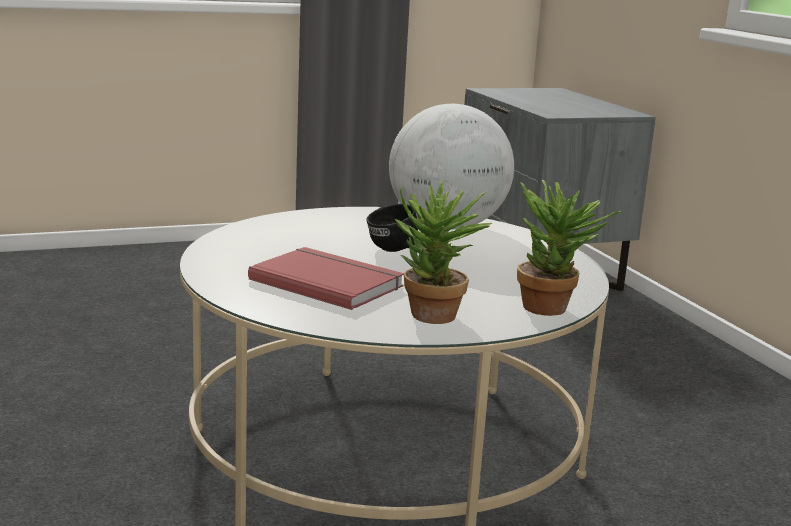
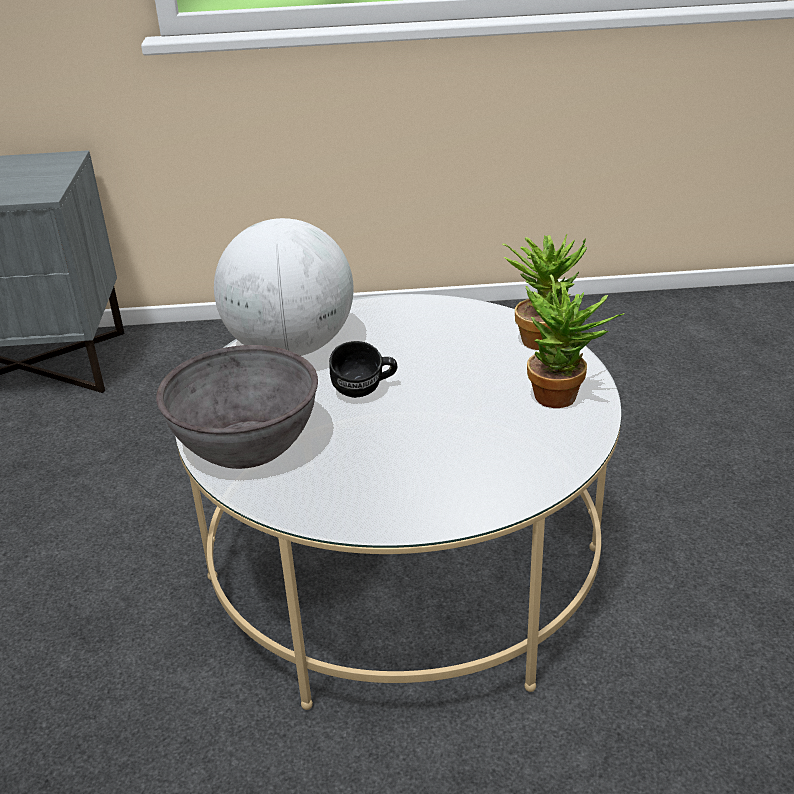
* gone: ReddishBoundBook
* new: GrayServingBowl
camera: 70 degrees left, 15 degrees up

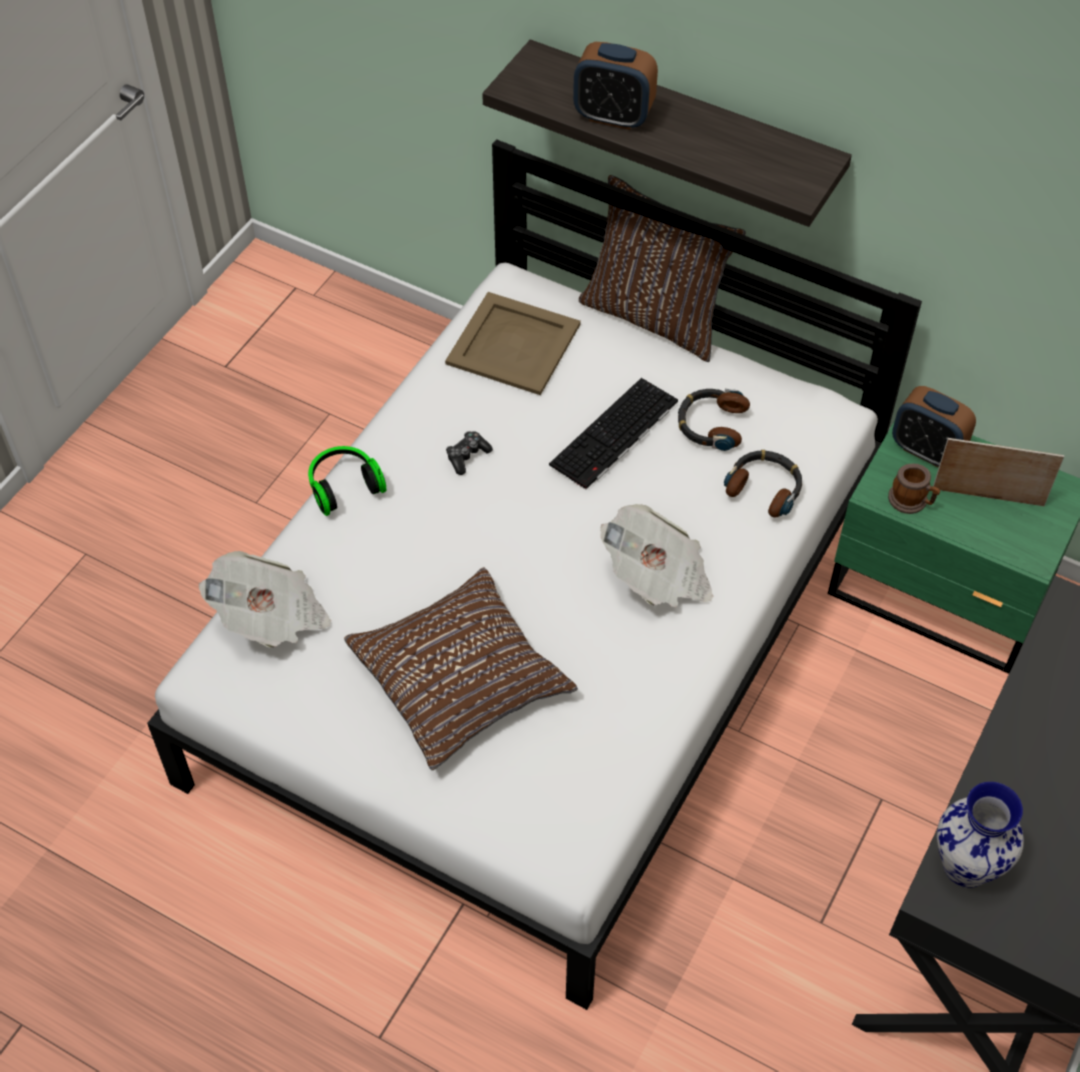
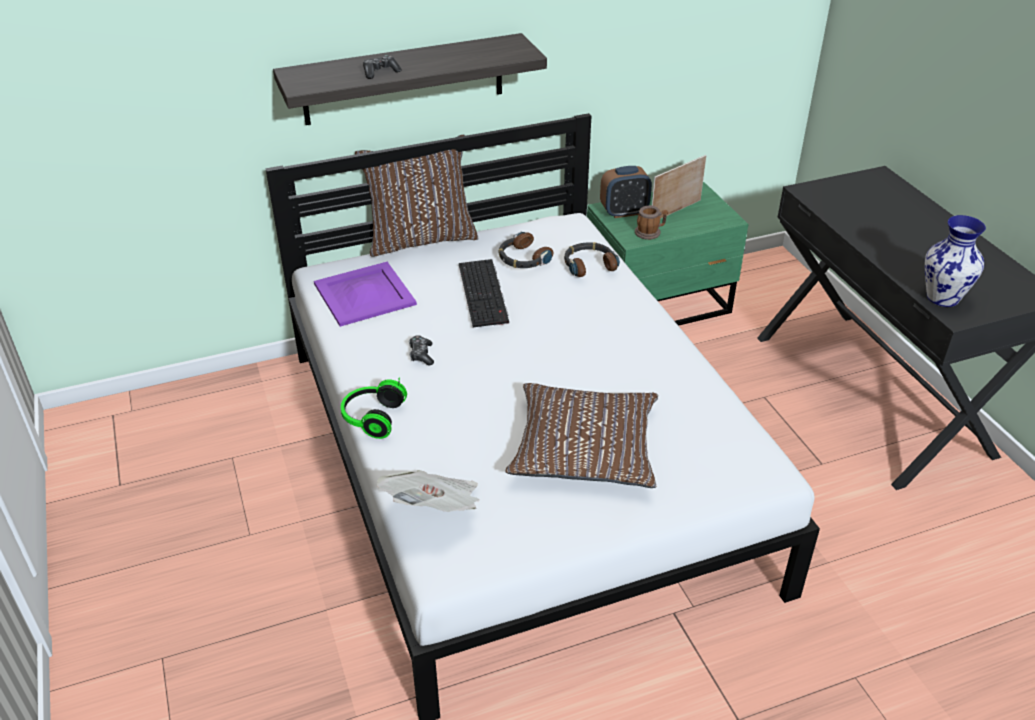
* swapped: BedsideClock (no. 1 from left) to Gamepad (no. 1 from left)
* repainted: BeigeServingTray to PurpleServingTray
* gone: Newspaper (no. 2 from left)
camera: 50 degrees left, 15 degrees down

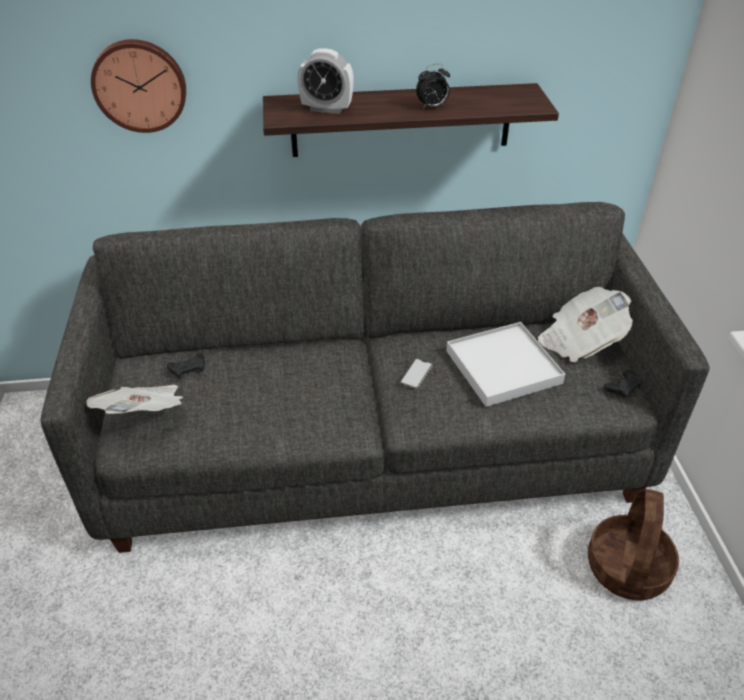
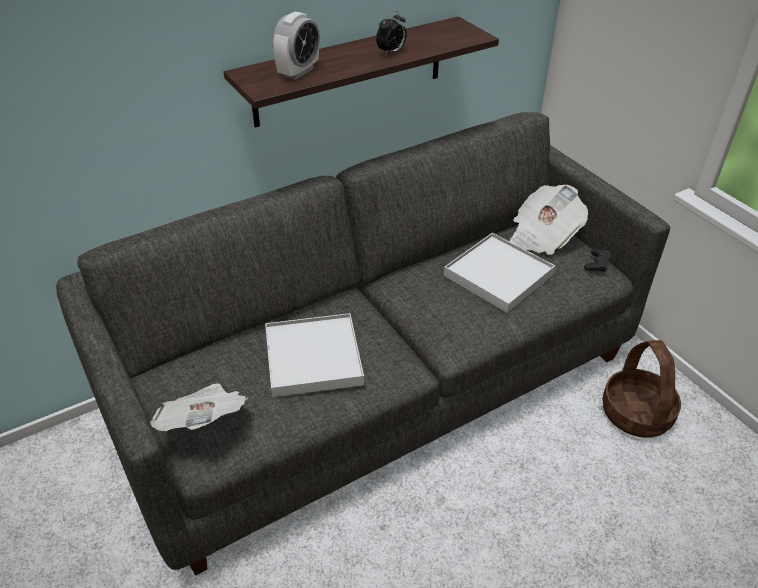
* gone: WallClock
* rotated: BedsideClock (no. 1 from left) 45 degrees counterclockwise
* gone: BlackColouredGamepad (no. 1 from left)
* gone: Handset
* new: WhitishServingTray (no. 1 from left)
camera: 25 degrees left, 0 degrees up

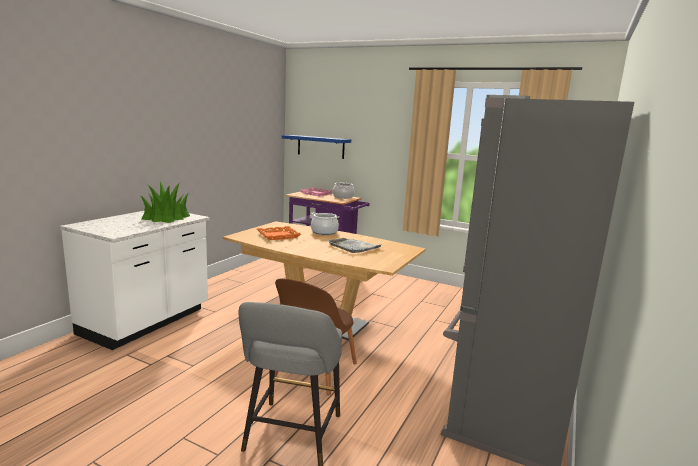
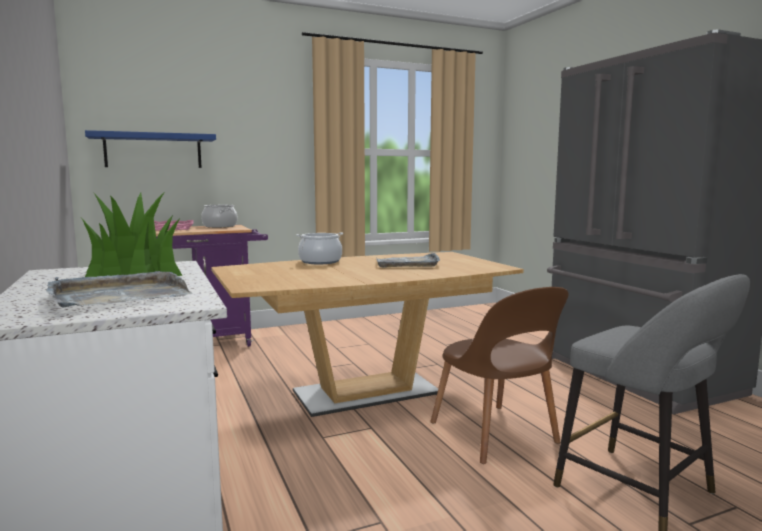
* gone: OrangeServingTray
* new: GrayServingTray (no. 1 from left)
camera: 50 degrees left, 5 degrees down

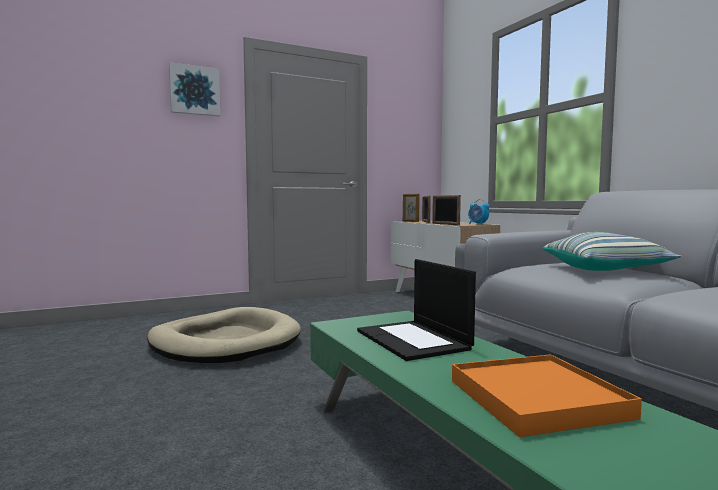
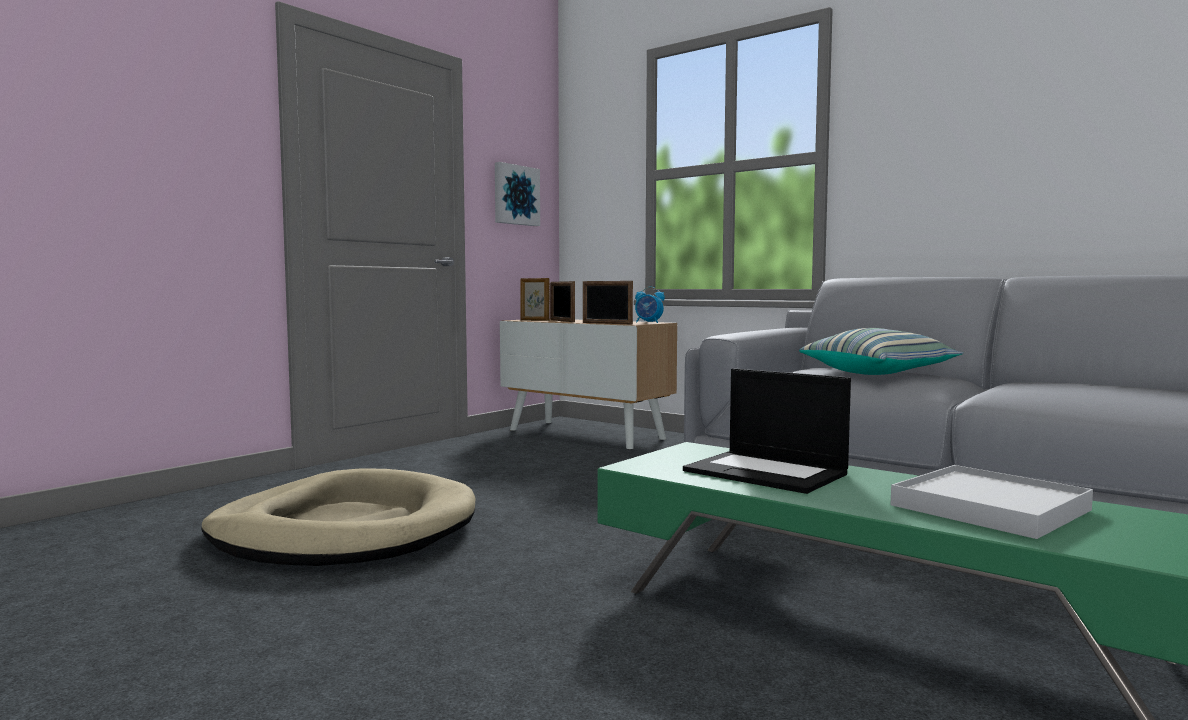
* shifted: WallArt
* repainted: OrangeServingTray to WhitishServingTray
camera: 25 degrees left, 0 degrees up

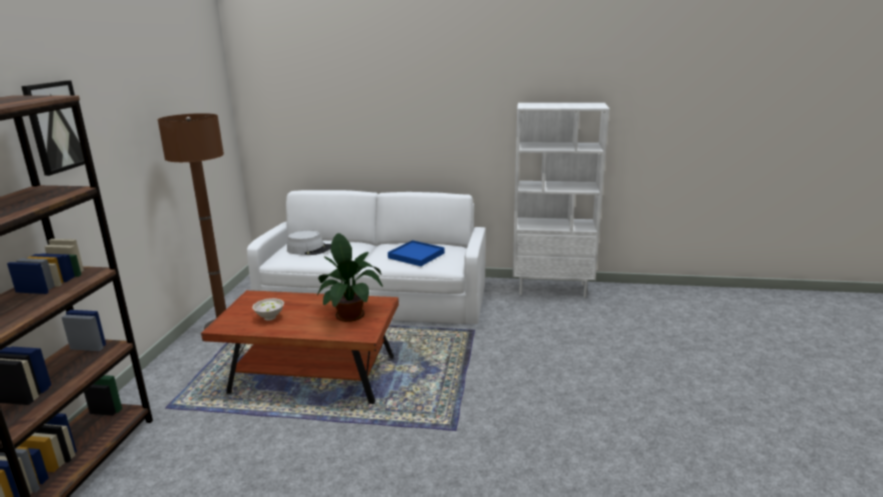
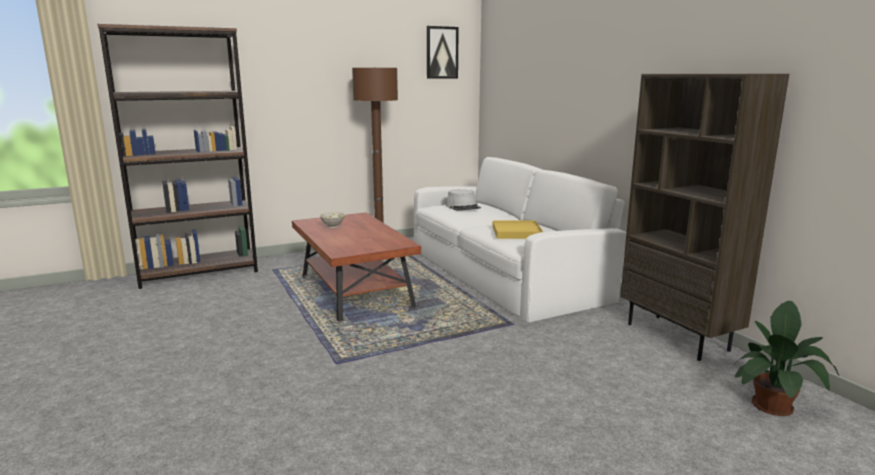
* shifted: WallArt
* repainted: WhitishBookshelf to BrownColouredBookshelf (no. 2 from left)
* shifted: Houseplant
* repainted: BlueServingTray to YellowServingTray
camera: 55 degrees right, 5 degrees down

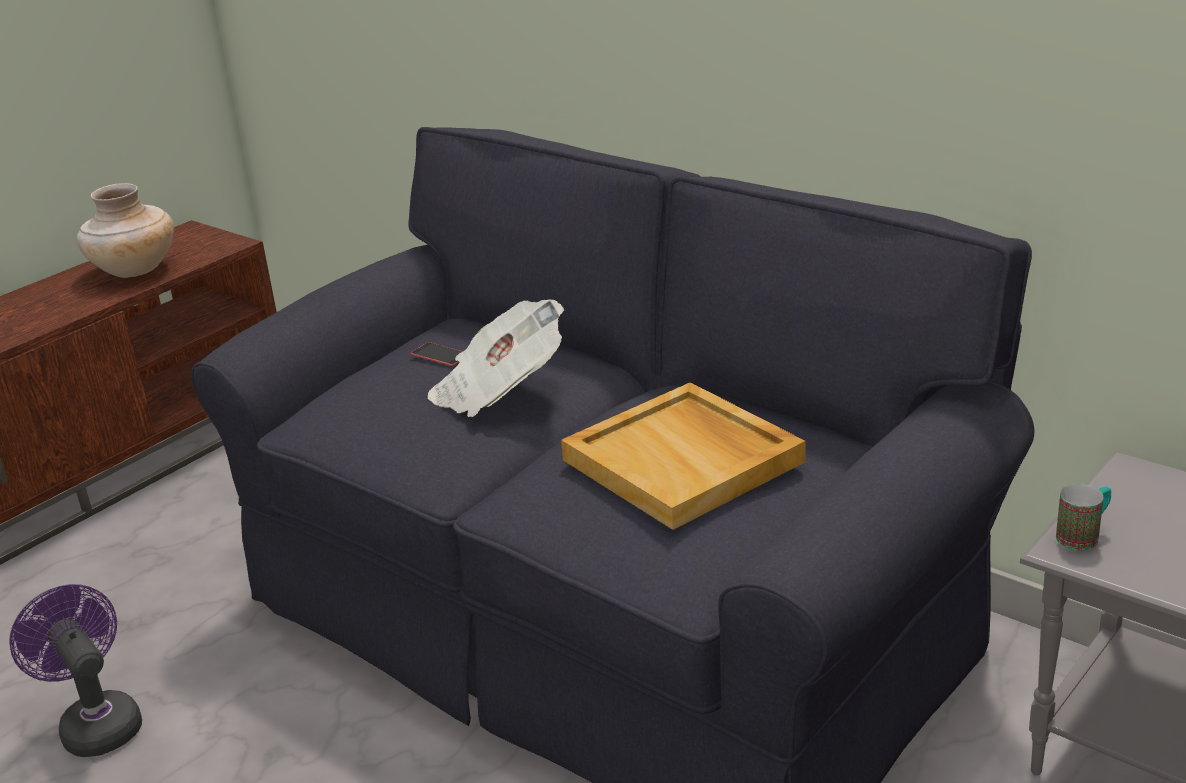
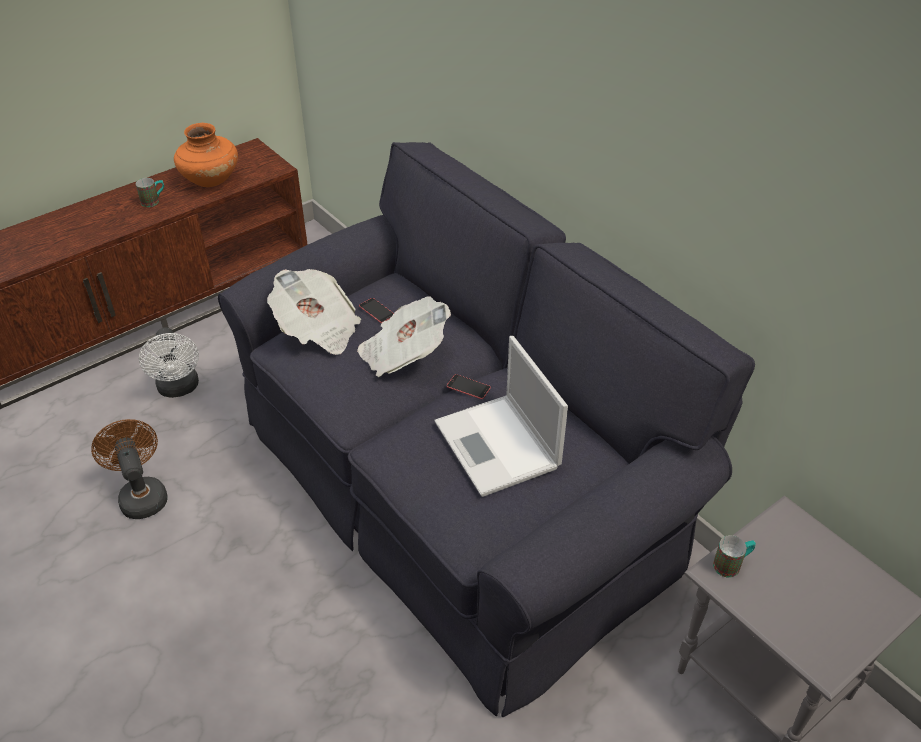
* repainted: BeigeDecorativeVase to OrangeDecorativeVase
* swapped: BeigeServingTray to NotebookComputer
* repainted: PurpleFan to BrownColouredFan
* new: TeaMug (no. 1 from left)
* new: Newspaper (no. 1 from left)
* new: WhitishFan
* new: Handset (no. 2 from left)
camera: 10 degrees right, 15 degrees up

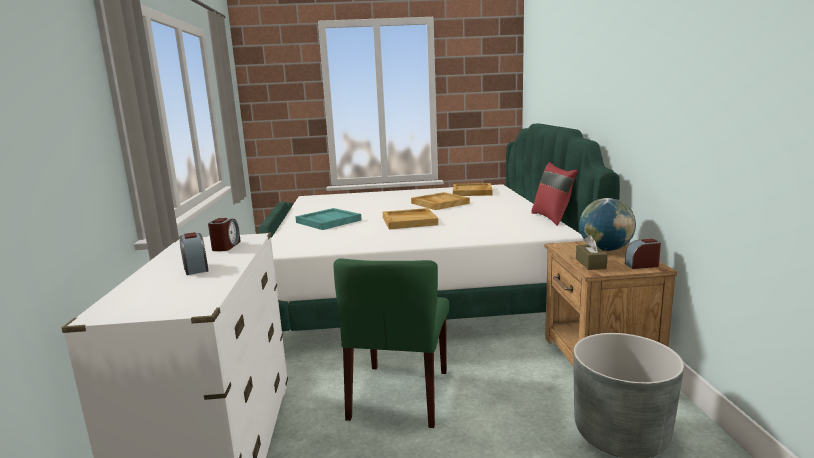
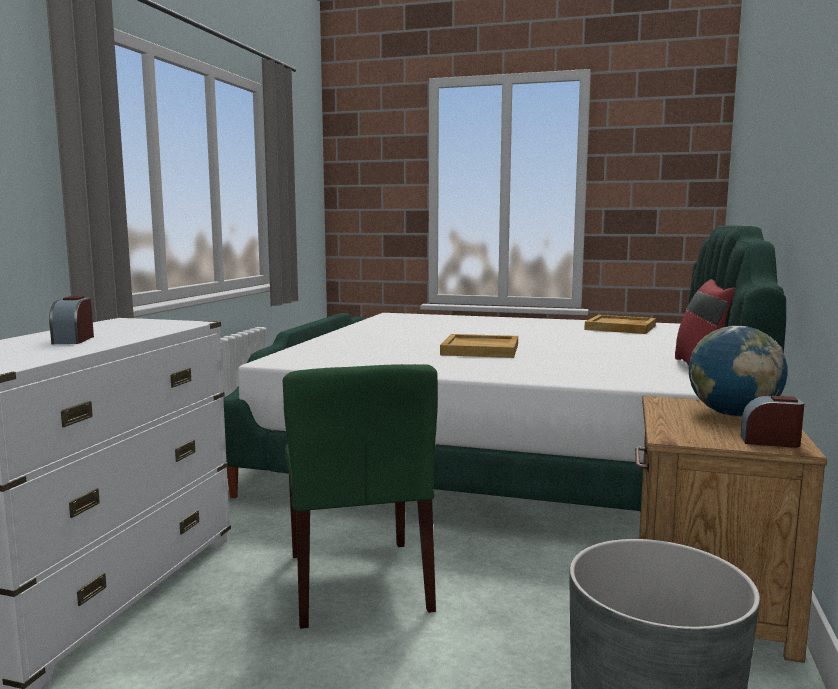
* gone: BeigeServingTray (no. 2 from left)
* gone: BlueGreenServingTray
* gone: BedsideClock (no. 2 from left)
* gone: BrownColouredBoxOfTissues
* rotated: GreenColouredUprightChair 45 degrees counterclockwise
camera: 20 degrees right, 5 degrees down

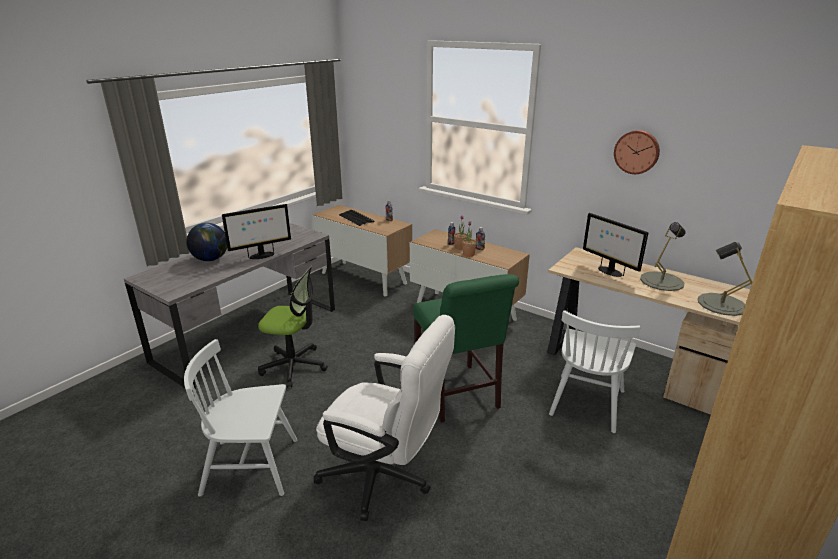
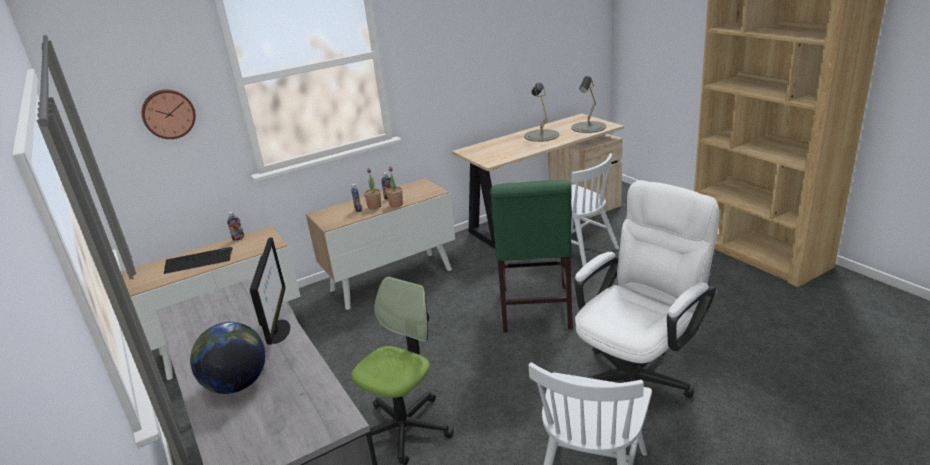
* shifted: WallClock
* gone: Monitor (no. 2 from left)
* rotated: GreenColouredUprightChair 90 degrees clockwise
camera: 65 degrees left, 0 degrees up

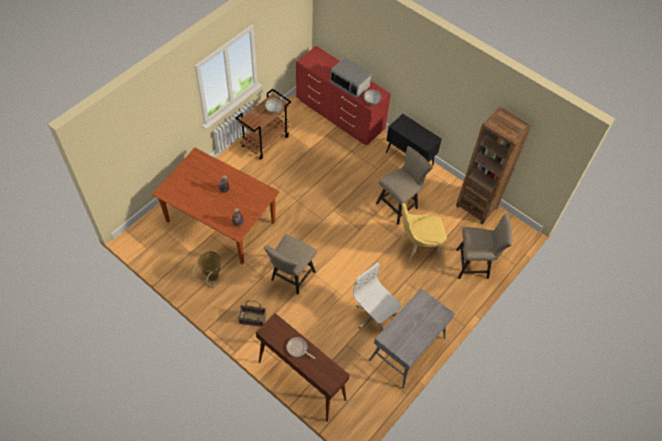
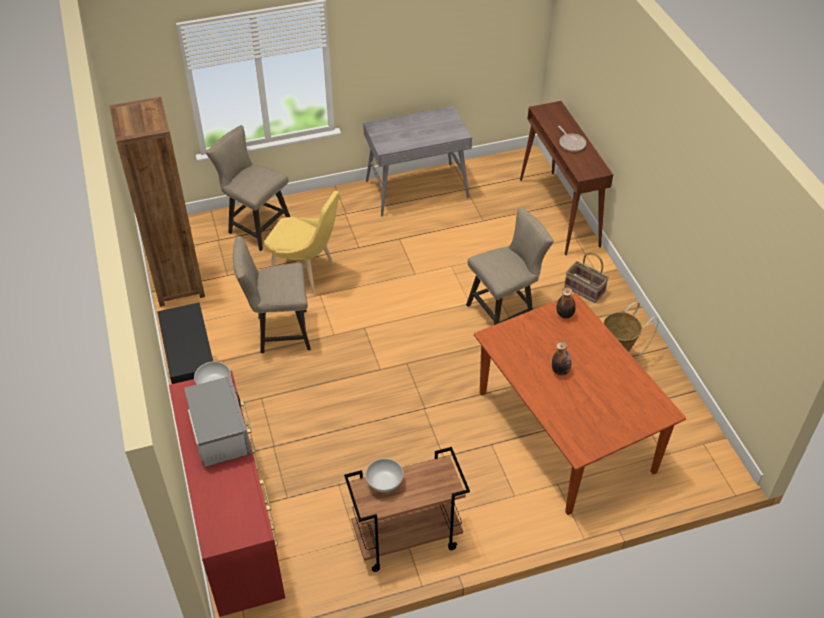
* gone: WhitishComputerChair
camera: 145 degrees left, 10 degrees down

